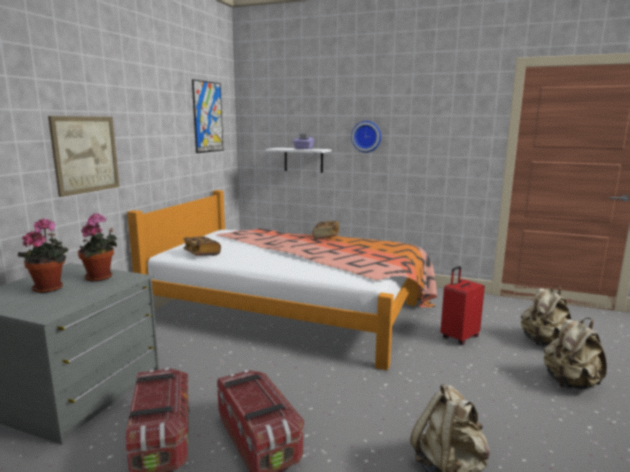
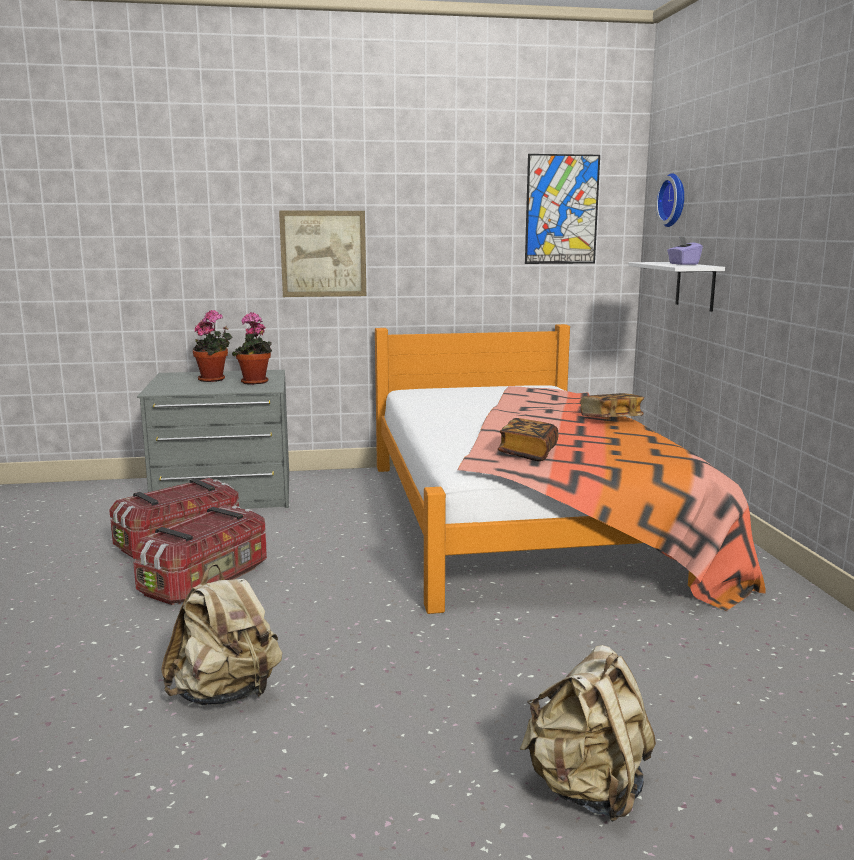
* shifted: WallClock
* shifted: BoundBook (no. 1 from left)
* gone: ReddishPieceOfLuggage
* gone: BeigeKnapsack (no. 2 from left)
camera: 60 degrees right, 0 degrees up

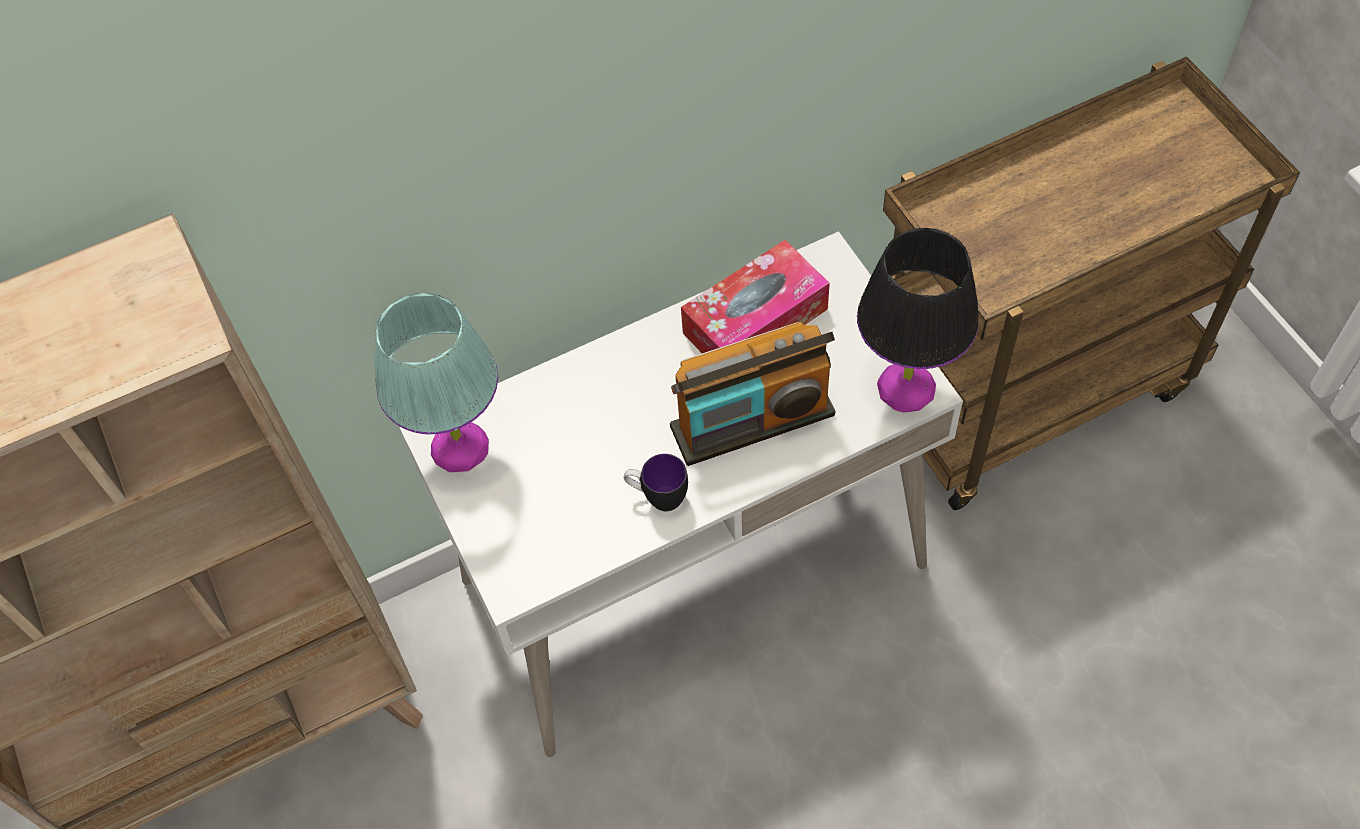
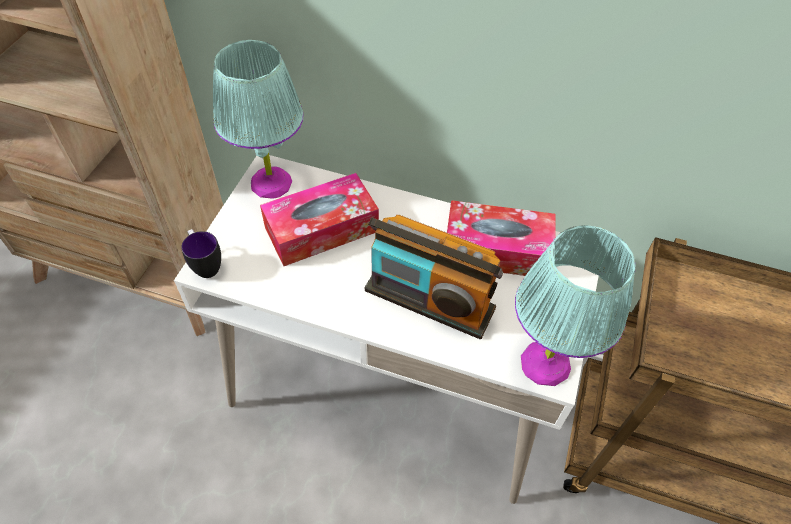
* repainted: BlackColouredLampForATable to BlueGreenLampForATable (no. 2 from left)
* shifted: TeaMug
* new: BoxOfTissues (no. 1 from left)
camera: 40 degrees right, 5 degrees down

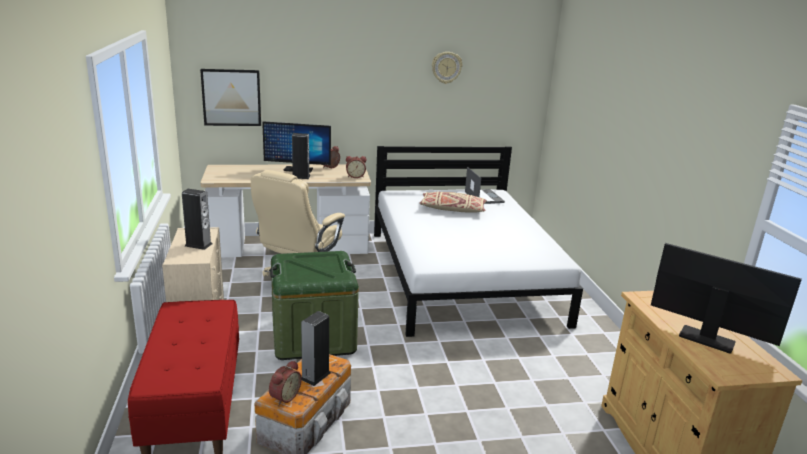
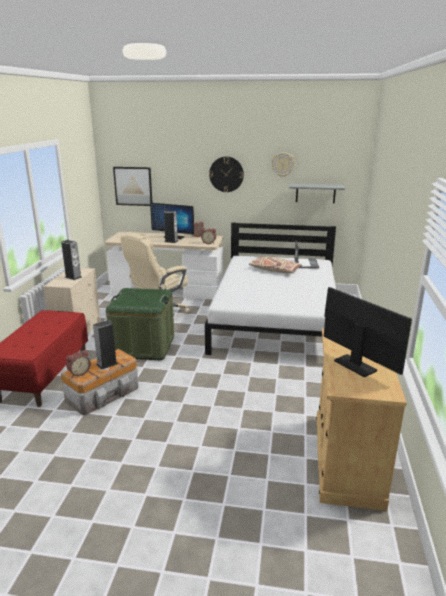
* new: WallClock (no. 1 from left)
* new: GrayShelf
camera: 20 degrees right, 0 degrees up

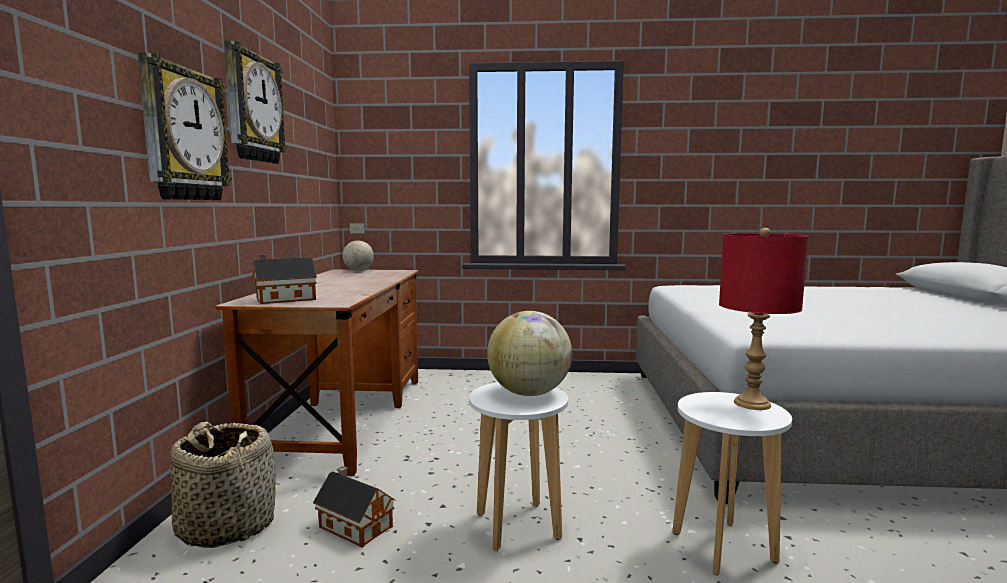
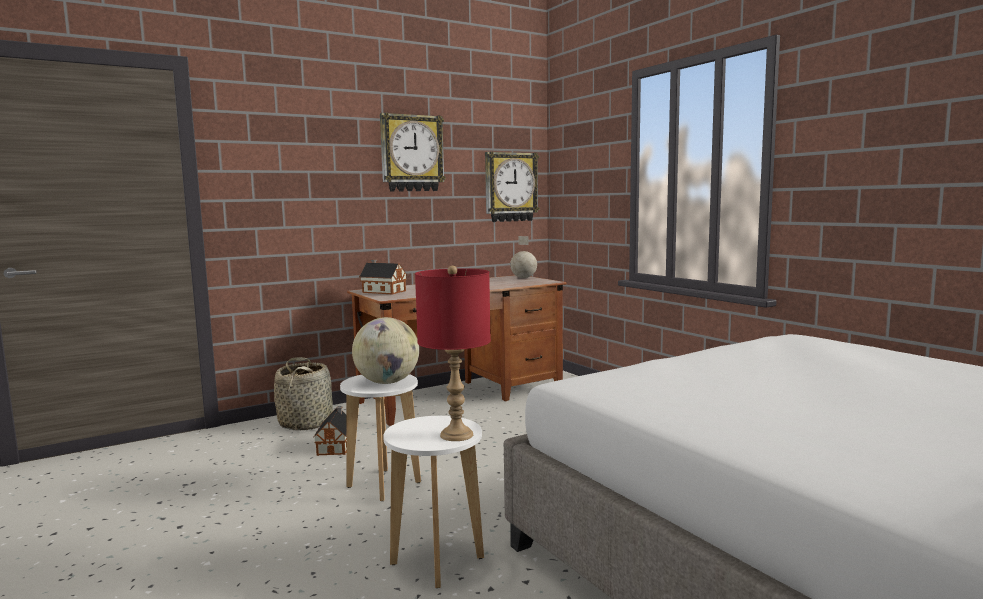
* shifted: WallClock (no. 1 from left in the first image) to WallClock (no. 2 from left)
camera: 55 degrees right, 0 degrees up

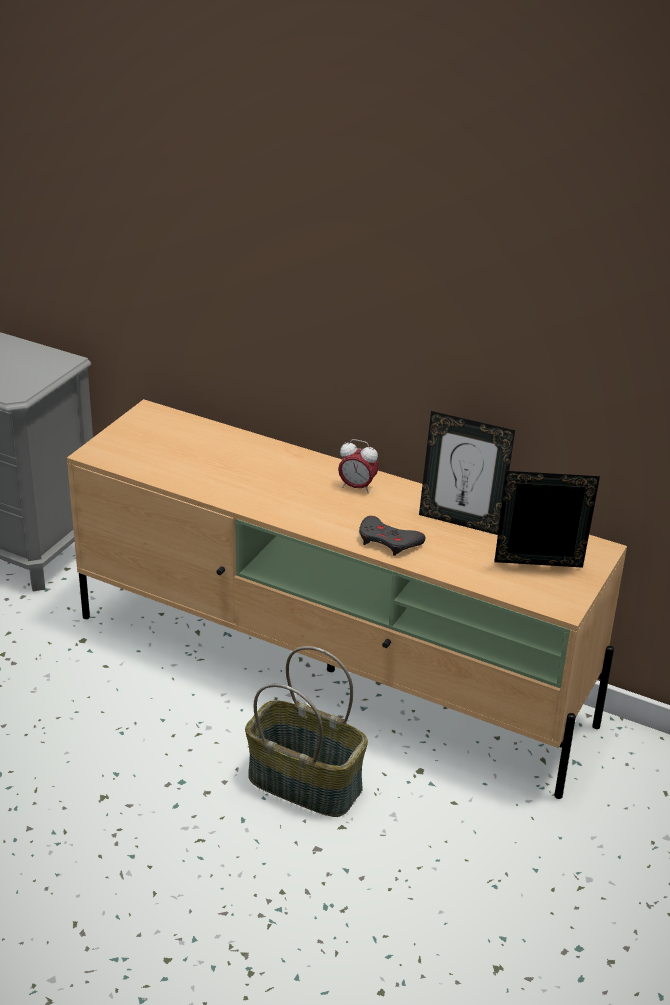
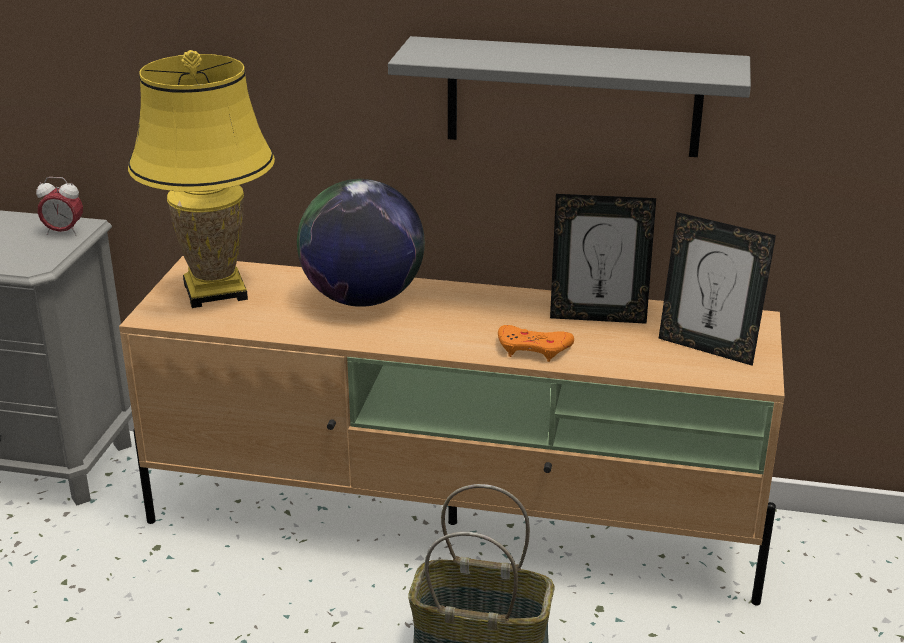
* shifted: BedsideClock
* rotated: PictureFrame (no. 2 from left) 135 degrees counterclockwise
* repainted: GrayGamepad to OrangeGamepad
* new: GrayShelf
* new: YellowLampForATable
* new: Globe
camera: 15 degrees left, 5 degrees down

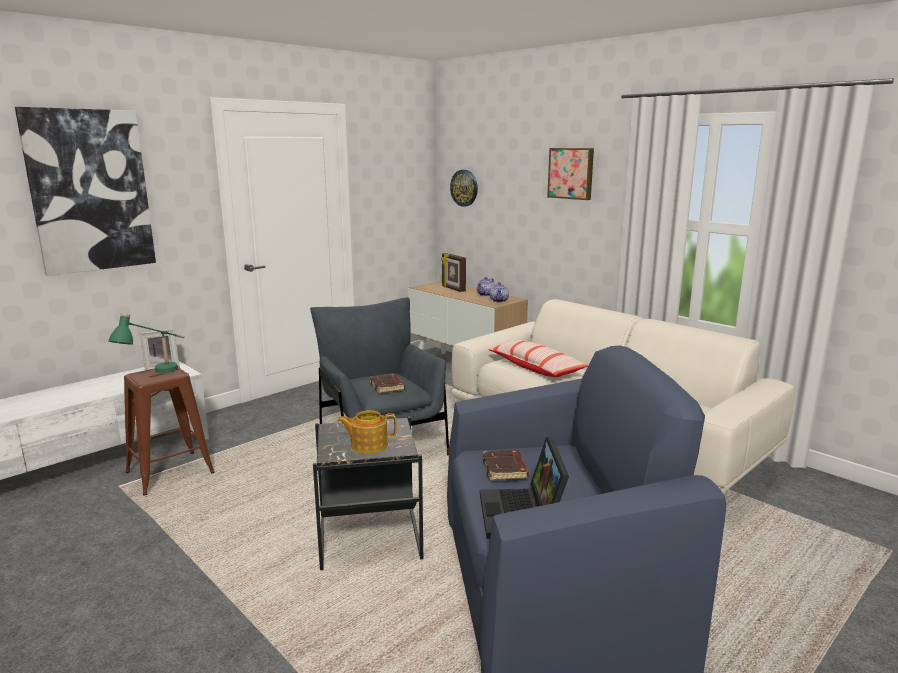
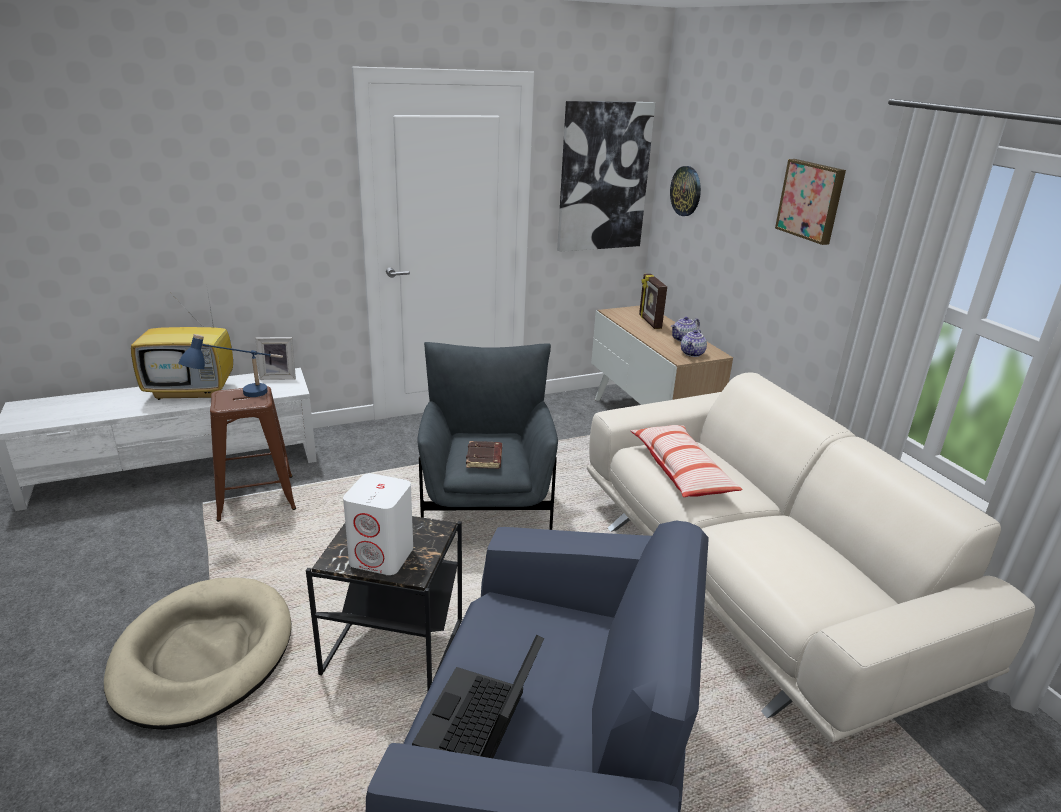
* shifted: WallArt (no. 1 from left)
* repainted: GreenColouredLampForATable to BlueLampForATable
* swapped: TeaPot (no. 1 from left) to WhitishLoudspeaker
* gone: BrownColouredBoundBook (no. 2 from left)
* new: Television
* new: BeigePetBed
camera: 20 degrees right, 10 degrees up

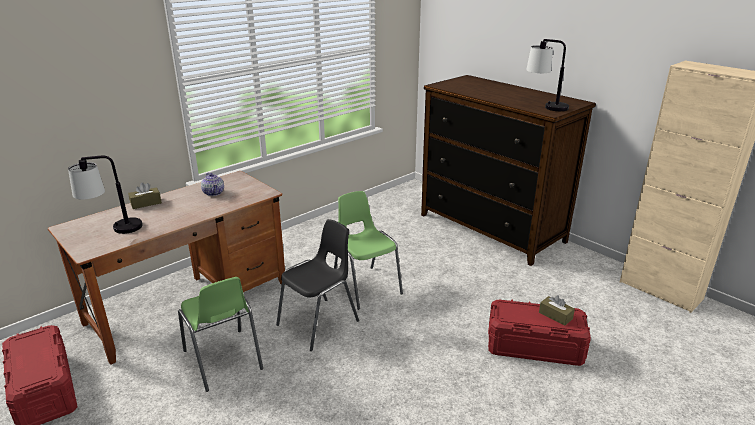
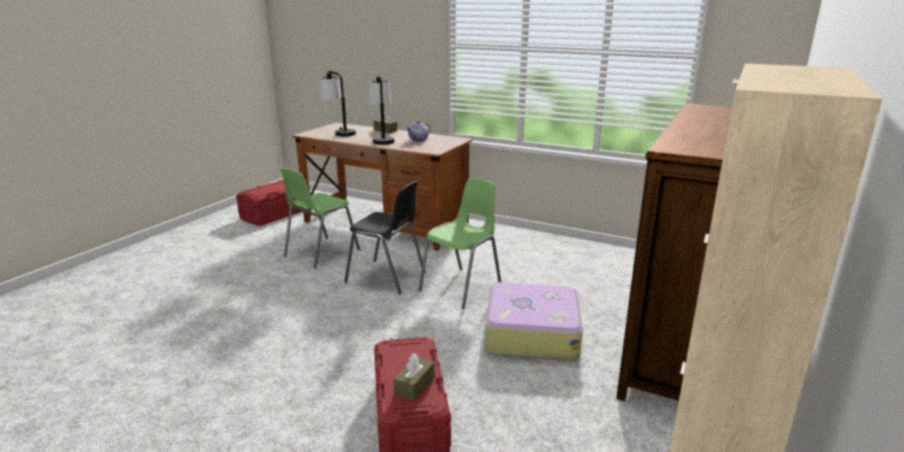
* shifted: LampForATable (no. 2 from left)
* new: PieceOfLuggage
camera: 70 degrees right, 5 degrees down

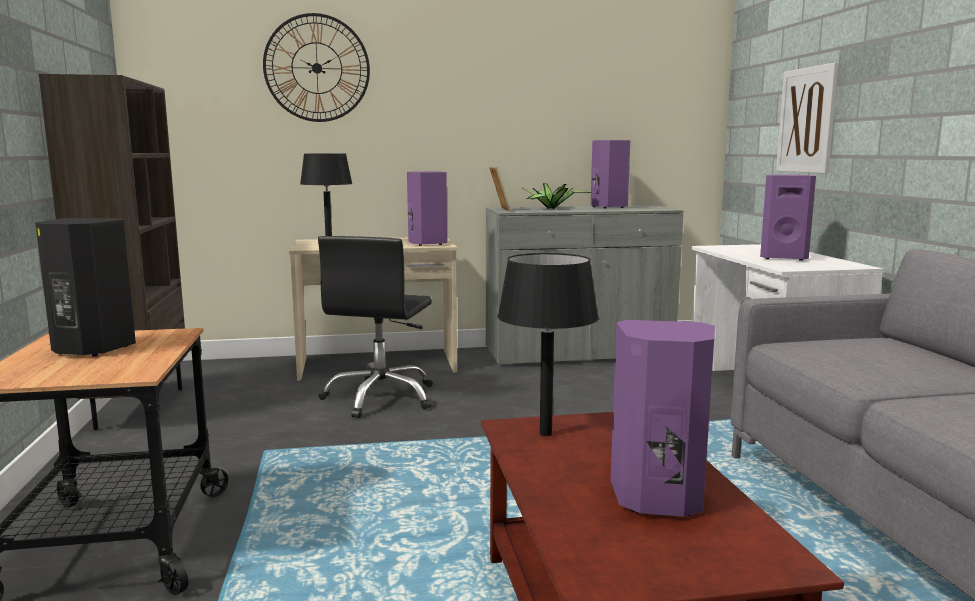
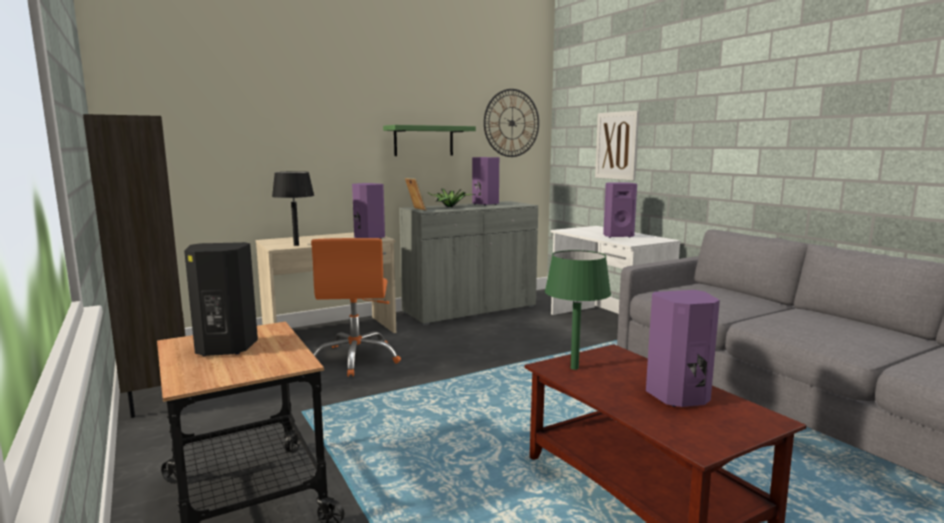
* shifted: WallClock
* repainted: BlackColouredComputerChair to OrangeComputerChair
* repainted: BlackColouredLampForATable (no. 2 from left) to GreenColouredLampForATable
* new: GreenColouredShelf
camera: 20 degrees left, 0 degrees up

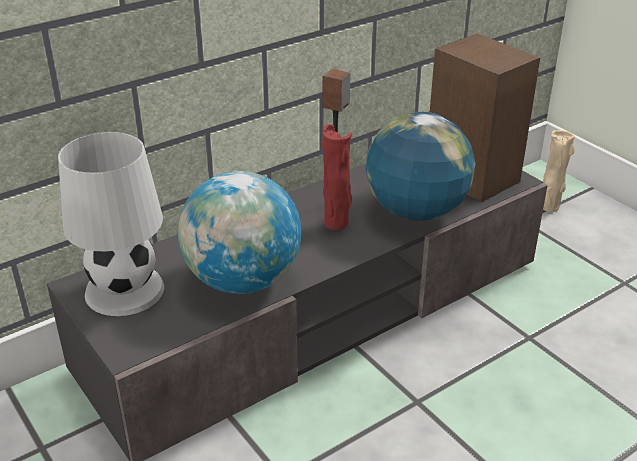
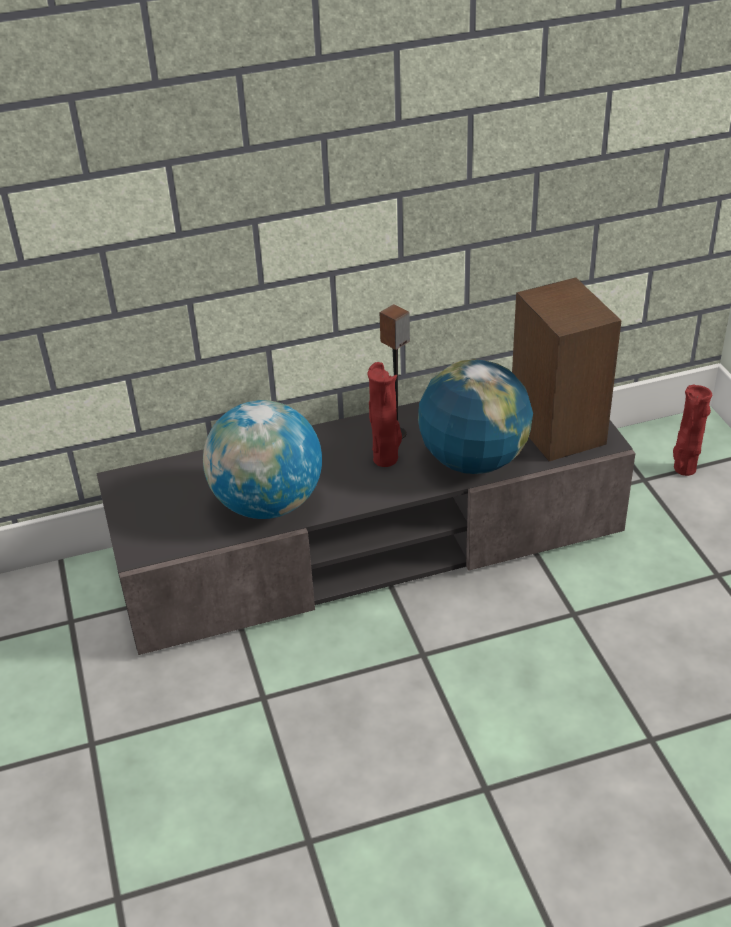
* repainted: BeigeDecorativeVase to ReddishDecorativeVase (no. 2 from left)
* gone: WhitishLampForATable
camera: 20 degrees right, 5 degrees up

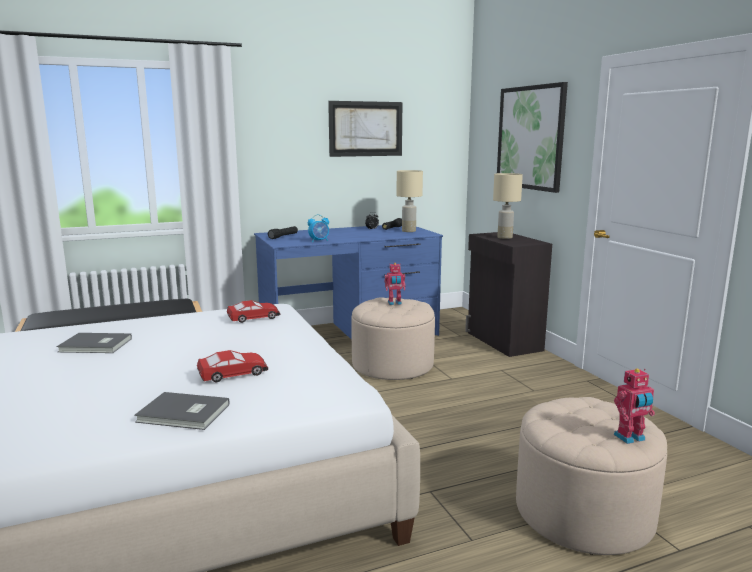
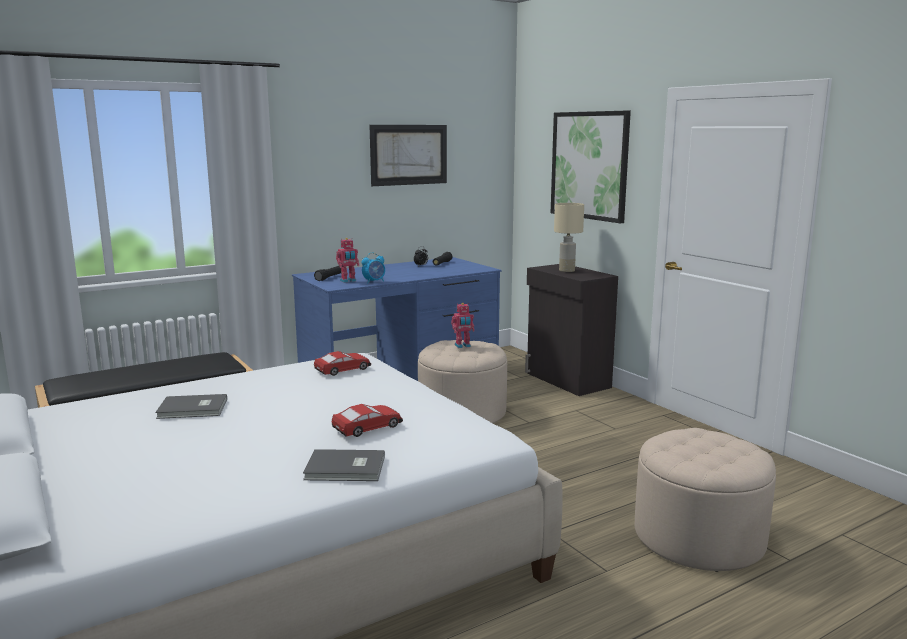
* gone: BeigeLampForATable (no. 1 from left)
* shifted: RobotFigure (no. 2 from left in the first image) to RobotFigure (no. 1 from left)
camera: 10 degrees left, 0 degrees up

